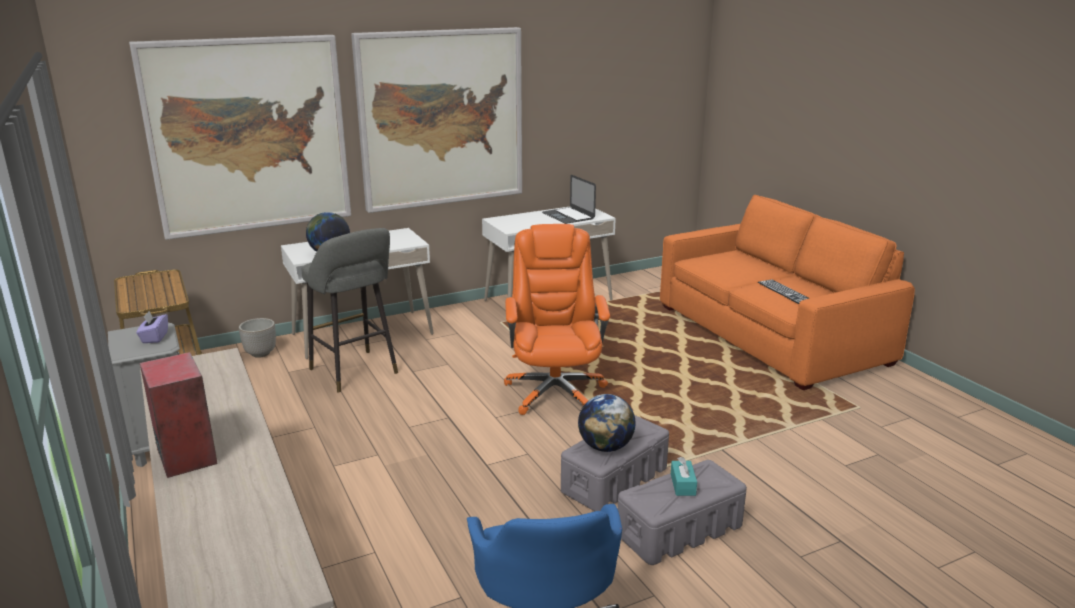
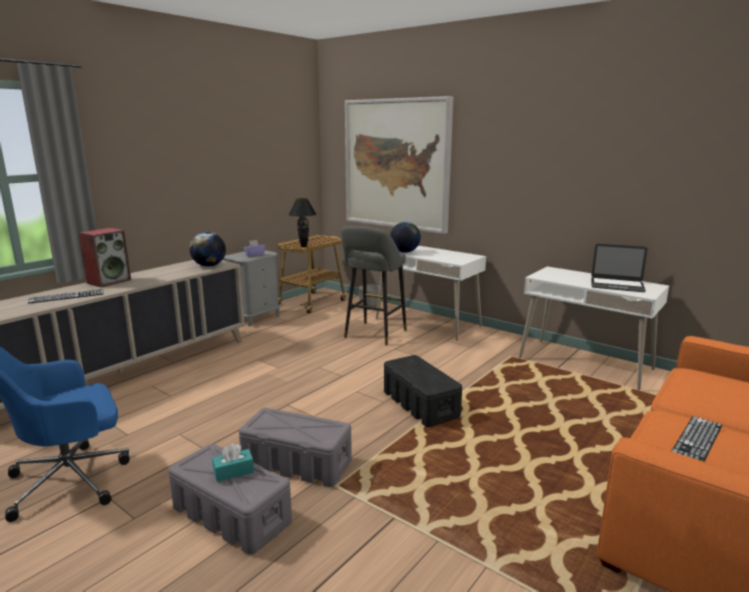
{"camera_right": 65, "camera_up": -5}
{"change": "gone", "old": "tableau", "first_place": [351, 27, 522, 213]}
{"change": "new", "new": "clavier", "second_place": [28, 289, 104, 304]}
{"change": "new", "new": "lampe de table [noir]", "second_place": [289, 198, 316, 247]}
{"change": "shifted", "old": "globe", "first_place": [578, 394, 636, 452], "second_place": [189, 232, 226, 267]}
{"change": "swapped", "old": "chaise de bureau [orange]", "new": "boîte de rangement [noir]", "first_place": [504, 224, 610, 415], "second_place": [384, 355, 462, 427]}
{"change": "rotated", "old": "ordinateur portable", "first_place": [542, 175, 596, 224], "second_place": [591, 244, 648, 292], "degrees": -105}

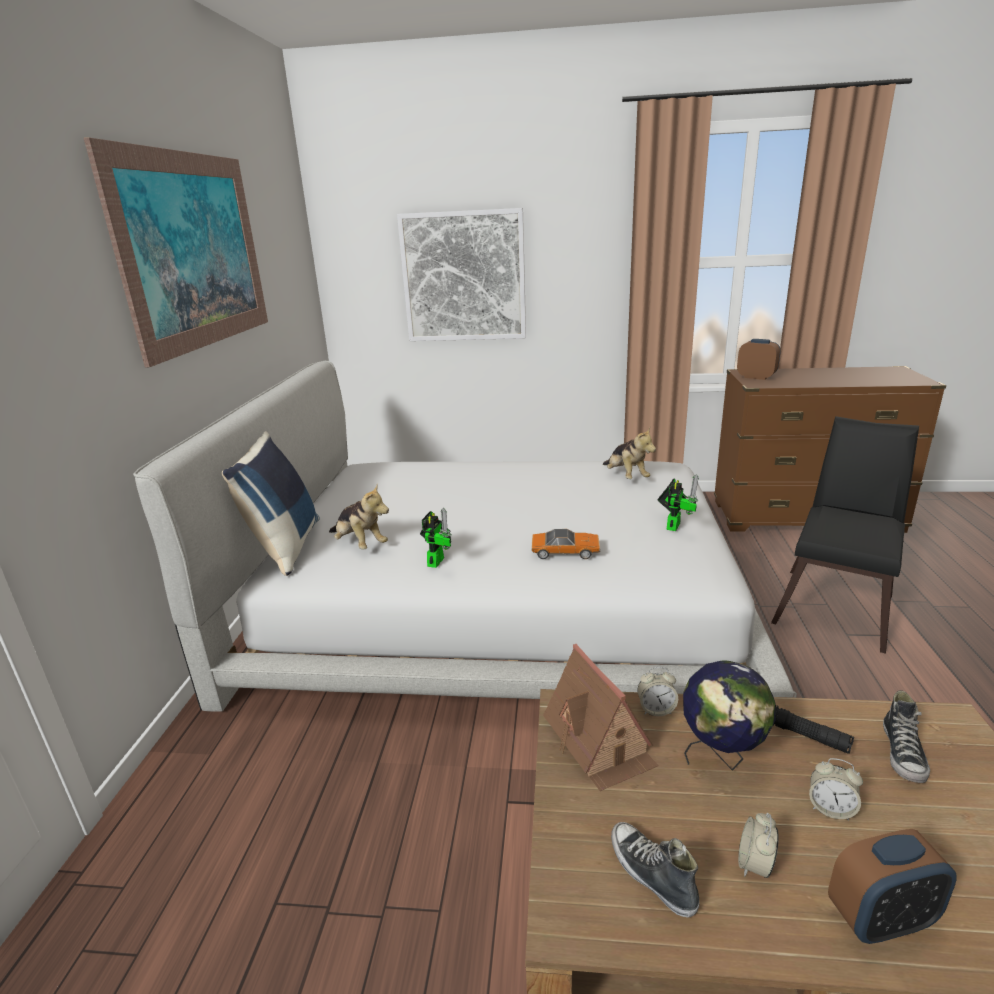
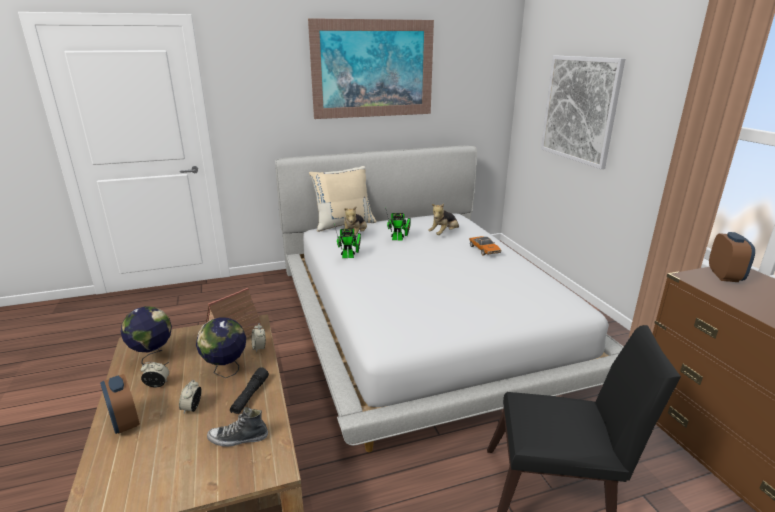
{"camera_right": 65, "camera_up": 0}
{"change": "shifted", "old": "petite voiture", "first_place": [532, 529, 600, 559], "second_place": [469, 236, 501, 256]}
{"change": "shifted", "old": "peluche", "first_place": [603, 428, 656, 479], "second_place": [428, 203, 459, 235]}
{"change": "shifted", "old": "robot jouet", "first_place": [657, 474, 699, 531], "second_place": [385, 207, 411, 241]}
{"change": "swapped", "old": "chaussure", "new": "globe", "first_place": [611, 822, 700, 918], "second_place": [121, 306, 172, 365]}
{"change": "repainted", "old": "coussin [bleu]", "new": "coussin [beige]", "first_place": [221, 431, 320, 576], "second_place": [309, 166, 377, 232]}

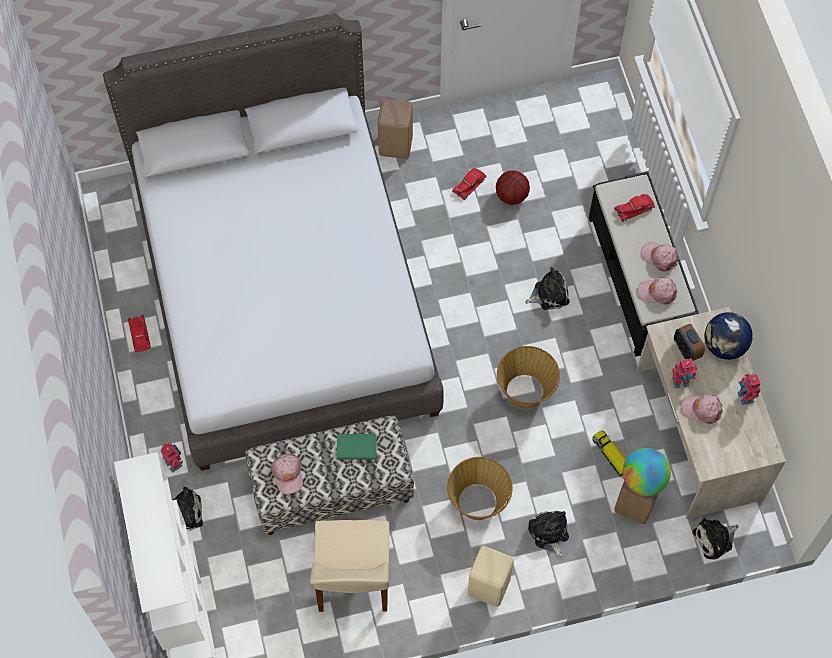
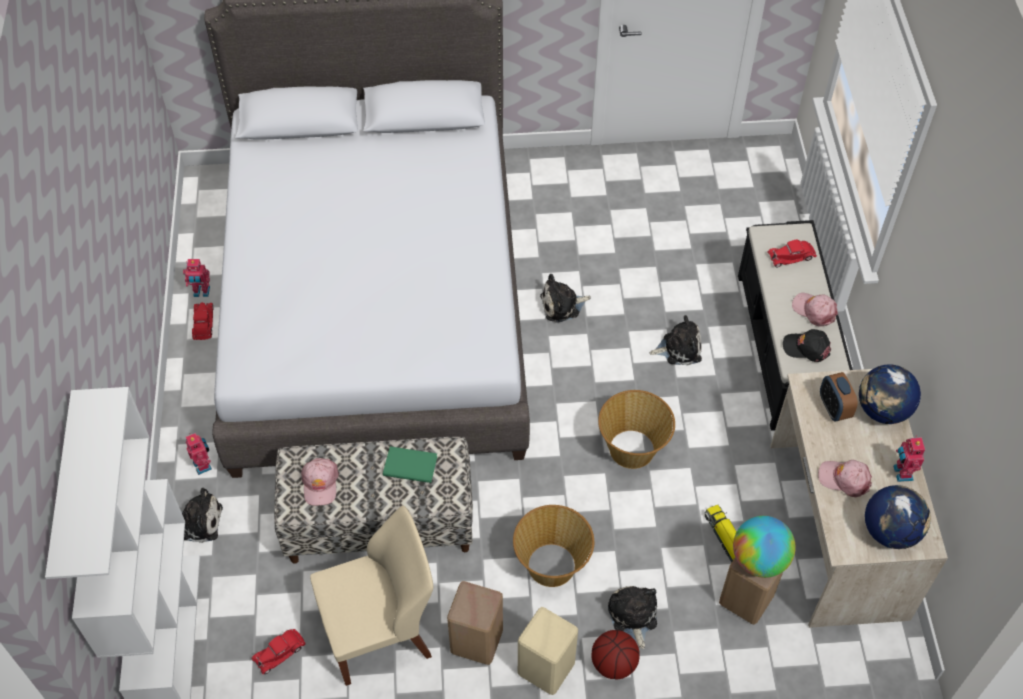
{"camera_right": 10, "camera_up": -10}
{"change": "new", "new": "globe", "second_place": [865, 485, 931, 549]}
{"change": "shifted", "old": "tabouret [beige]", "first_place": [378, 99, 413, 159], "second_place": [447, 581, 503, 665]}
{"change": "shifted", "old": "petite voiture [rouge]", "first_place": [452, 168, 486, 200], "second_place": [251, 629, 306, 674]}
{"change": "shifted", "old": "ballon de basket", "first_place": [496, 171, 530, 205], "second_place": [591, 630, 640, 679]}
{"change": "shifted", "old": "robot jouet", "first_place": [672, 358, 697, 388], "second_place": [183, 259, 210, 297]}
{"change": "shifted", "old": "peluche", "first_place": [693, 518, 738, 560], "second_place": [540, 274, 591, 323]}
{"change": "repainted", "old": "casquette [rose]", "new": "casquette [noir]", "first_place": [638, 277, 677, 305], "second_place": [783, 329, 831, 362]}
{"change": "rotated", "old": "chaise [beige]", "first_place": [310, 520, 389, 612], "second_place": [310, 506, 433, 686], "degrees": -120}

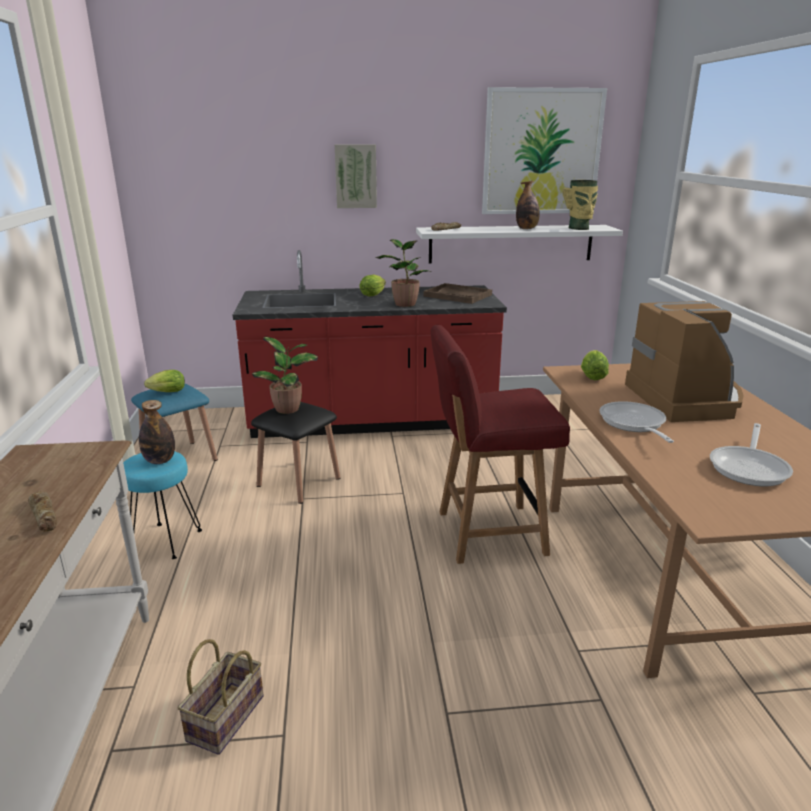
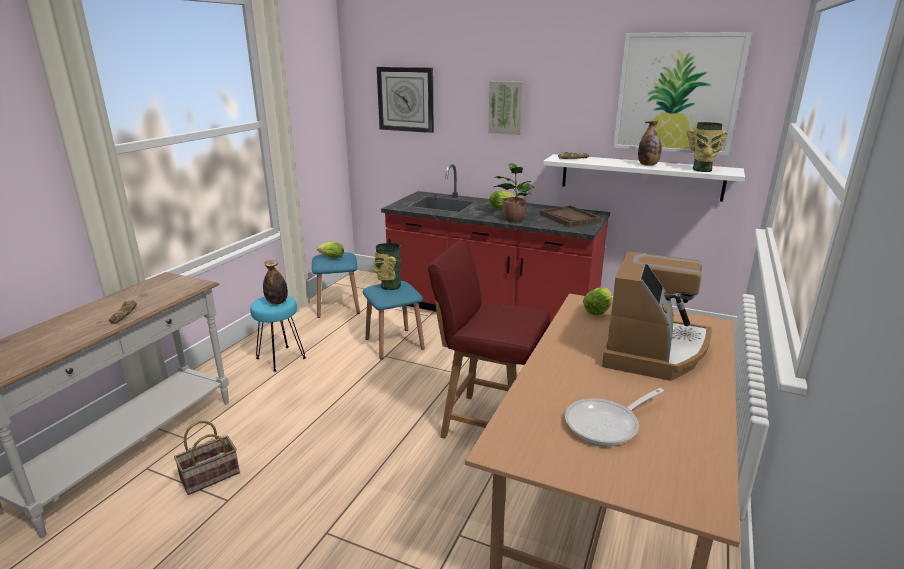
{"camera_right": 30, "camera_up": 0}
{"change": "gone", "old": "poêle", "first_place": [599, 401, 674, 443]}
{"change": "new", "new": "horloge murale", "second_place": [377, 67, 434, 133]}
{"change": "swapped", "old": "plante en pot", "new": "vase", "first_place": [252, 337, 318, 414], "second_place": [373, 243, 401, 290]}
{"change": "repainted", "old": "tabouret [noir]", "new": "tabouret [bleu]", "first_place": [251, 402, 340, 504], "second_place": [363, 281, 425, 359]}

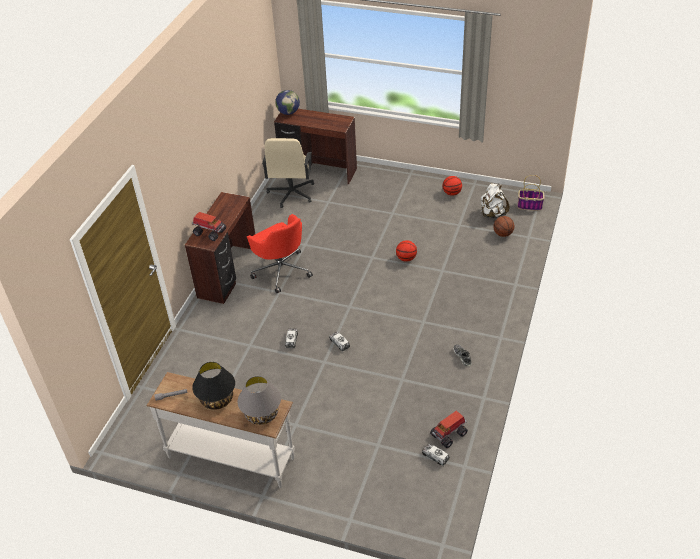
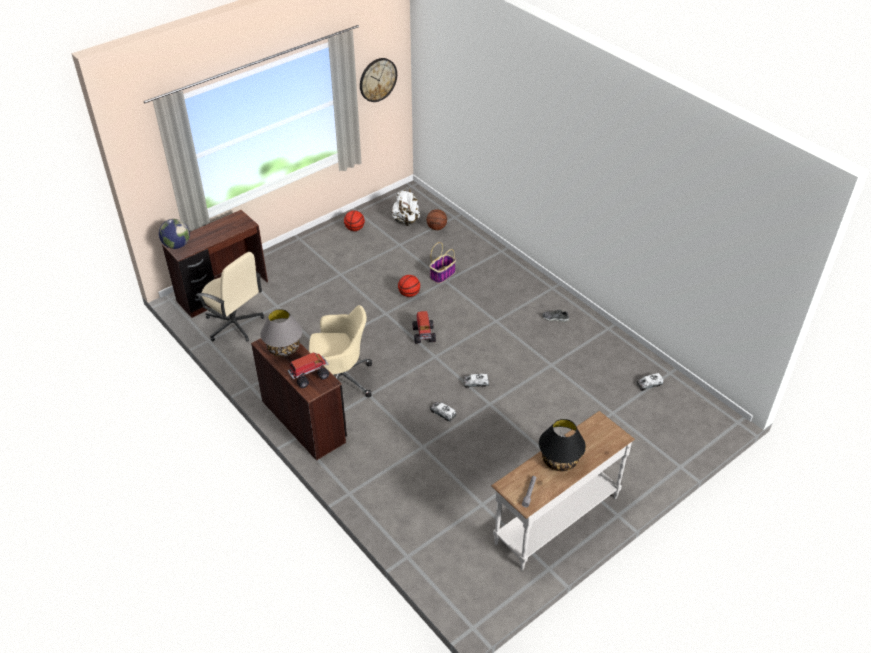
{"camera_right": -60, "camera_up": 0}
{"change": "new", "new": "horloge murale", "second_place": [360, 58, 397, 102]}
{"change": "shifted", "old": "lampe de table [gris]", "first_place": [238, 376, 281, 425], "second_place": [261, 309, 302, 357]}
{"change": "shifted", "old": "camion jouet", "first_place": [430, 411, 468, 448], "second_place": [412, 311, 436, 344]}
{"change": "shifted", "old": "panier", "first_place": [518, 175, 545, 211], "second_place": [429, 242, 456, 284]}
{"change": "repainted", "old": "chaise de bureau [rouge]", "new": "chaise de bureau [beige]", "first_place": [247, 214, 313, 293], "second_place": [309, 305, 372, 398]}

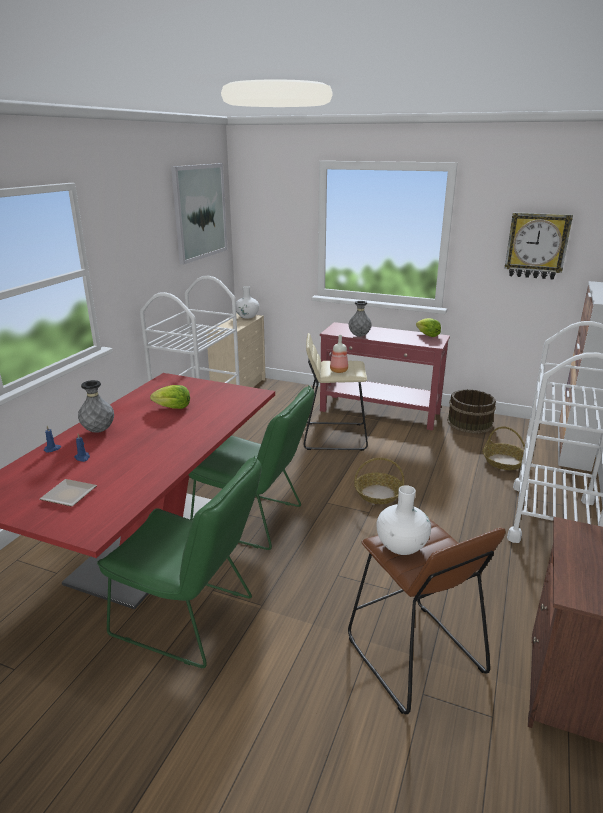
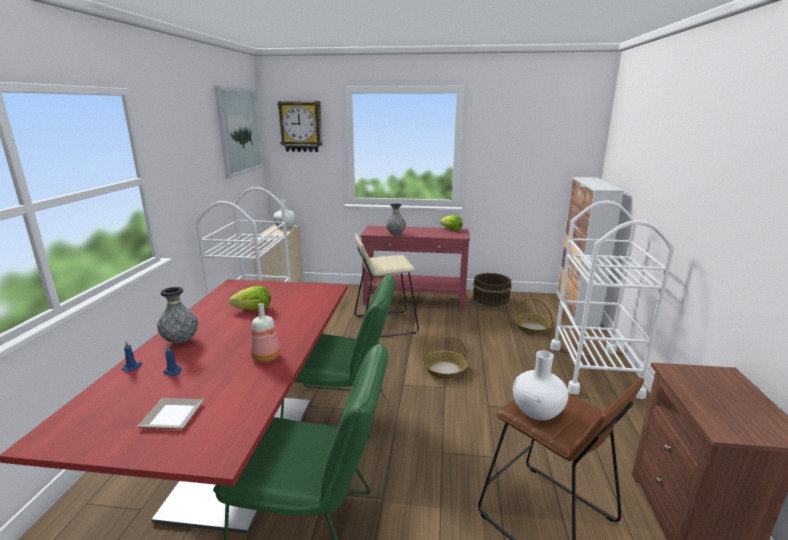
{"camera_right": -15, "camera_up": -5}
{"change": "shifted", "old": "bouteille", "first_place": [330, 335, 348, 373], "second_place": [251, 303, 280, 362]}
{"change": "shifted", "old": "horloge murale", "first_place": [505, 212, 573, 280], "second_place": [277, 101, 323, 152]}

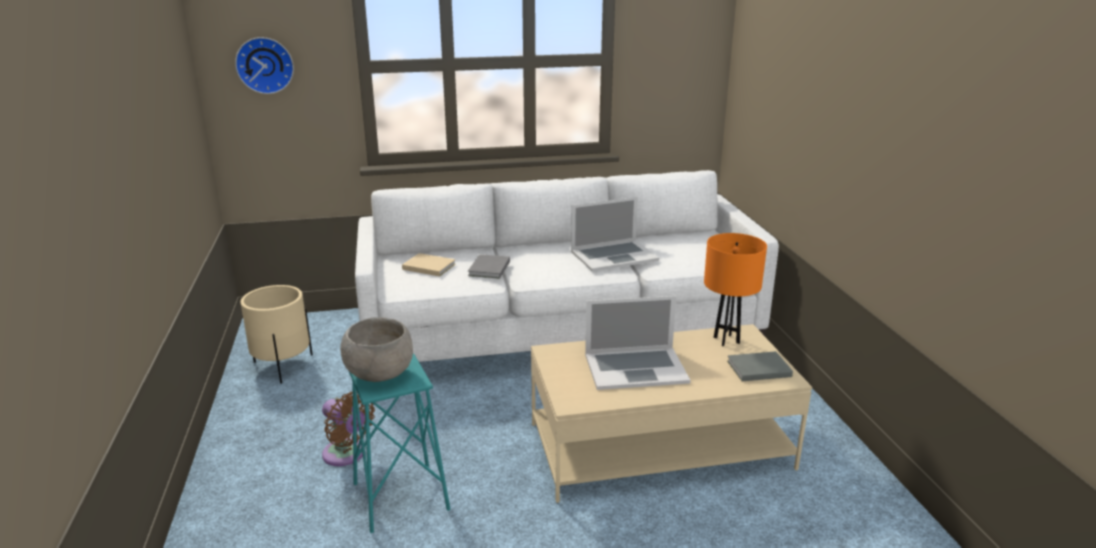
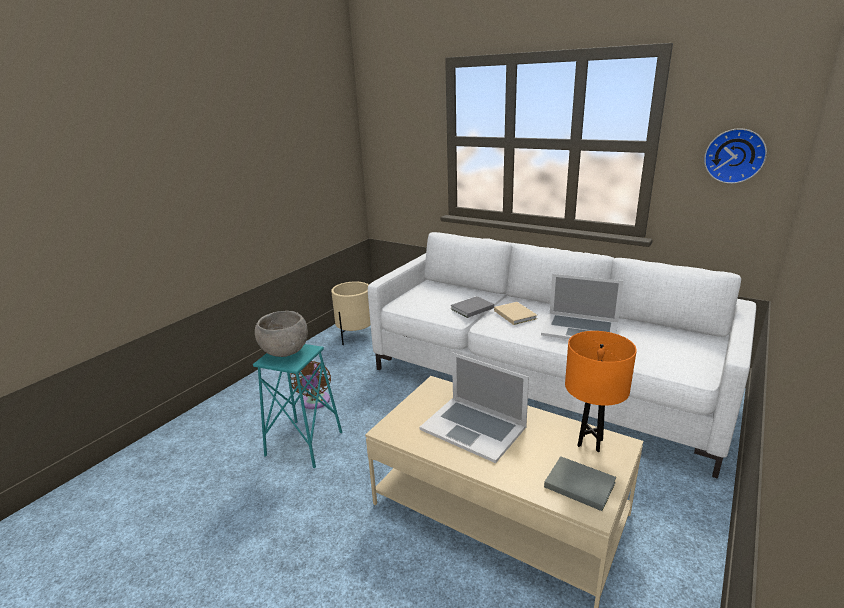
{"camera_right": 45, "camera_up": 0}
{"change": "shifted", "old": "horloge murale", "first_place": [235, 37, 294, 94], "second_place": [704, 128, 767, 184]}
{"change": "shifted", "old": "livre [beige]", "first_place": [402, 253, 456, 276], "second_place": [494, 302, 537, 325]}

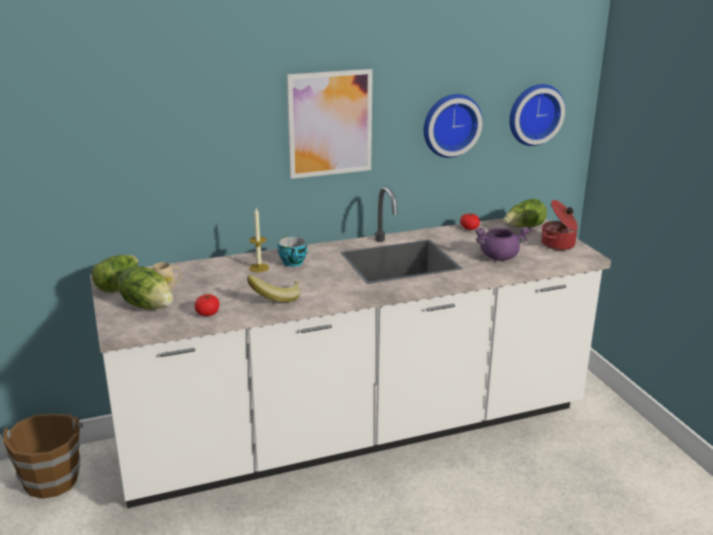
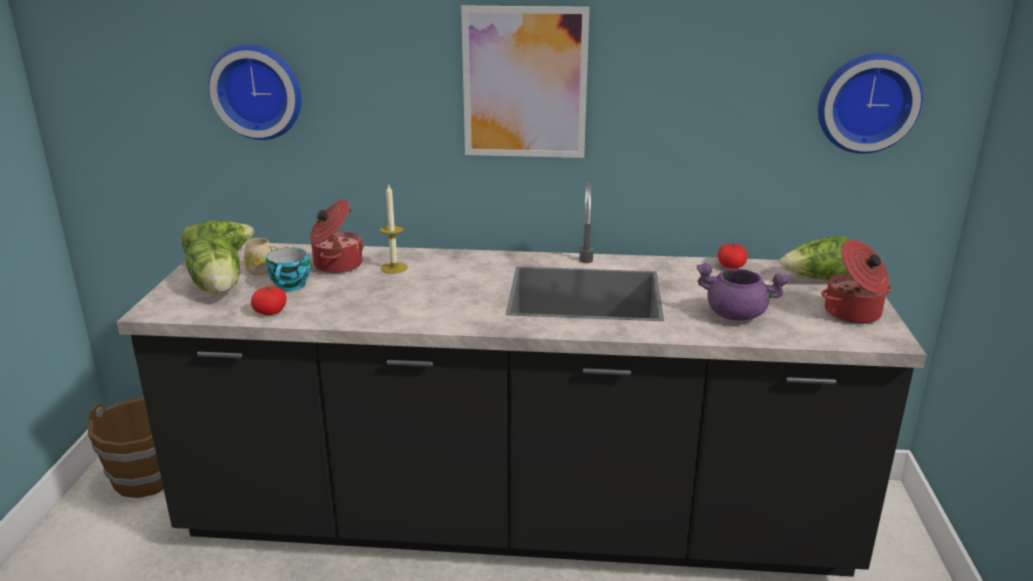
{"camera_right": 25, "camera_up": 0}
{"change": "gone", "old": "banane", "first_place": [247, 275, 300, 302]}
{"change": "new", "new": "marmite", "second_place": [310, 199, 364, 273]}
{"change": "shifted", "old": "tasse", "first_place": [278, 236, 307, 267], "second_place": [266, 247, 311, 291]}
{"change": "shifted", "old": "horloge murale", "first_place": [424, 94, 483, 158], "second_place": [209, 45, 302, 140]}
{"change": "repainted", "old": "comptoir de cuisine [blanc]", "new": "comptoir de cuisine [noir]", "first_place": [90, 186, 611, 508], "second_place": [117, 182, 927, 577]}

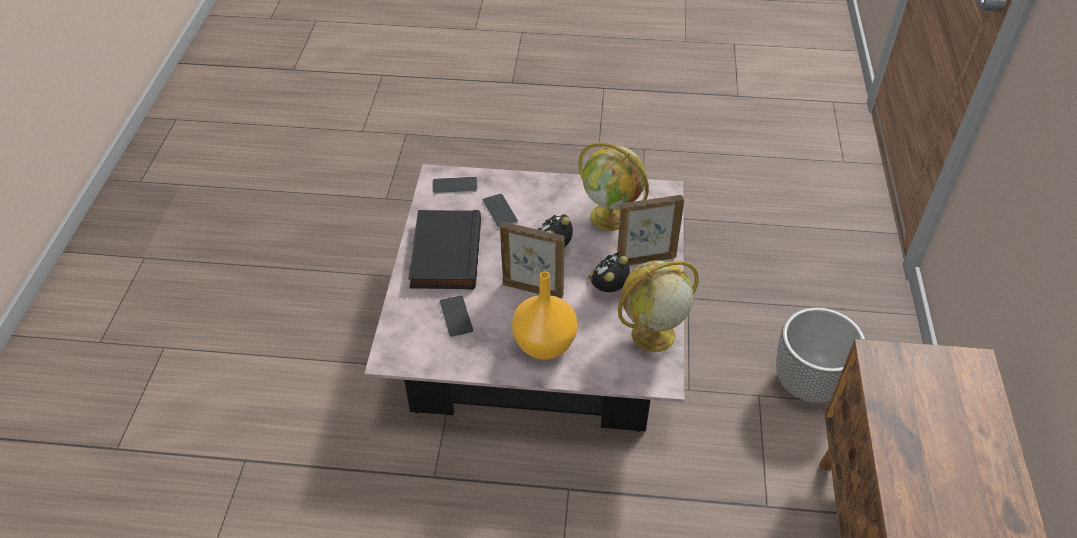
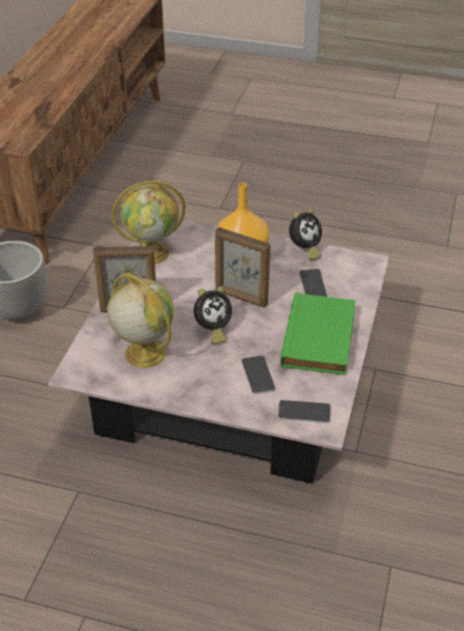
{"camera_right": -170, "camera_up": -5}
{"change": "shifted", "old": "réveil", "first_place": [588, 253, 630, 292], "second_place": [289, 209, 322, 260]}
{"change": "repainted", "old": "livre [noir]", "new": "livre [vert]", "first_place": [408, 210, 481, 289], "second_place": [280, 292, 356, 375]}

